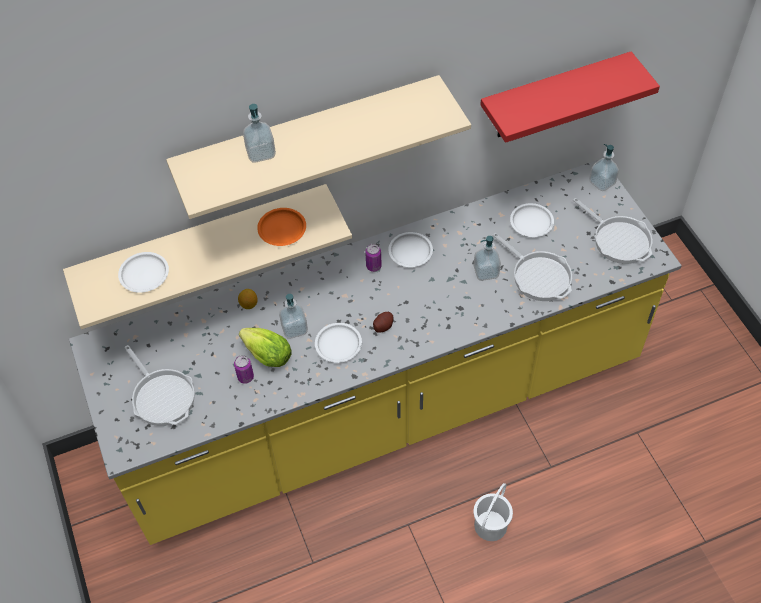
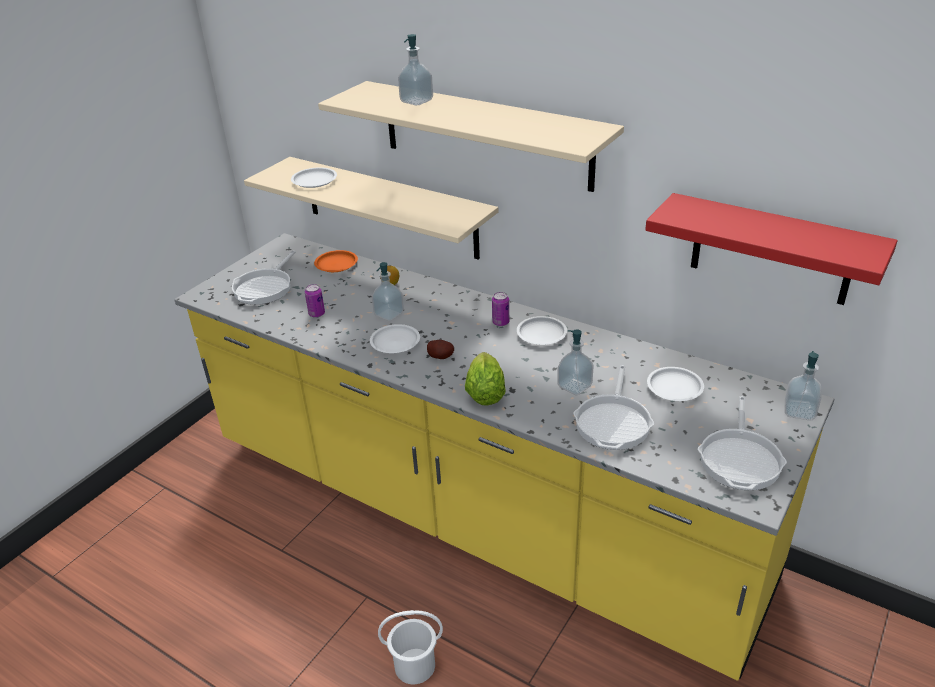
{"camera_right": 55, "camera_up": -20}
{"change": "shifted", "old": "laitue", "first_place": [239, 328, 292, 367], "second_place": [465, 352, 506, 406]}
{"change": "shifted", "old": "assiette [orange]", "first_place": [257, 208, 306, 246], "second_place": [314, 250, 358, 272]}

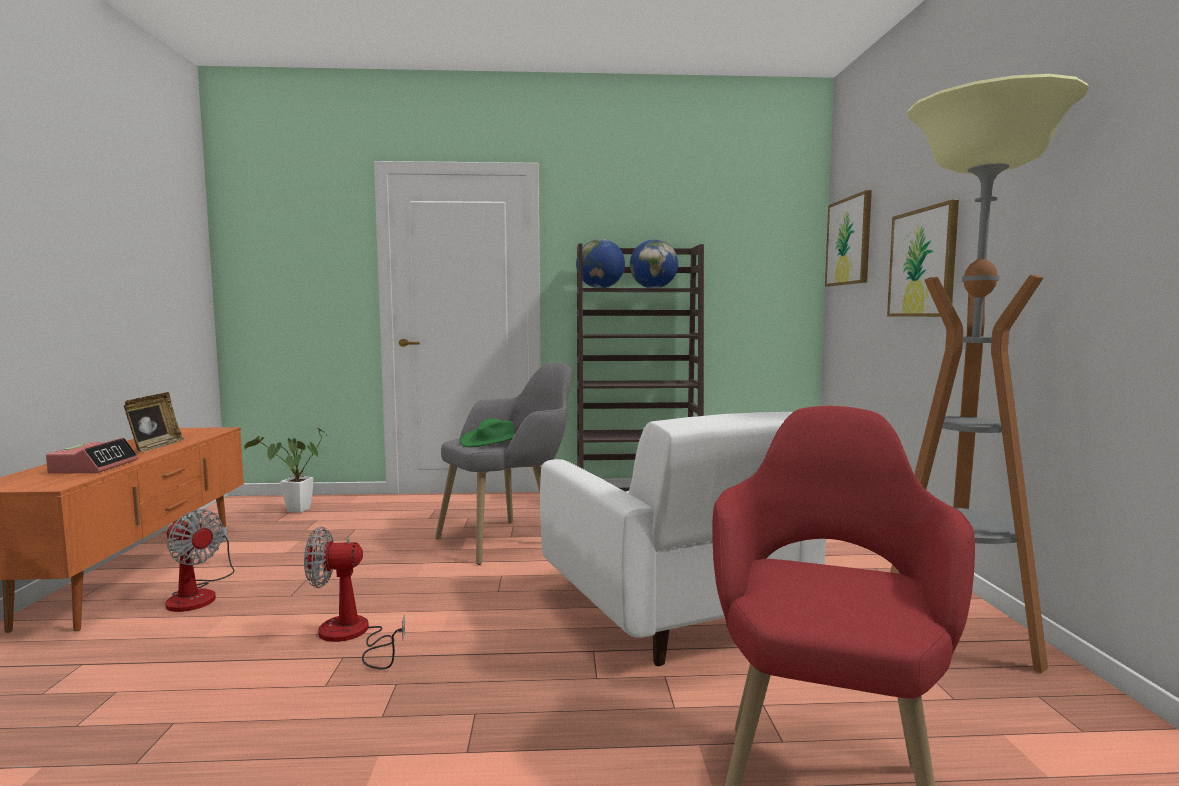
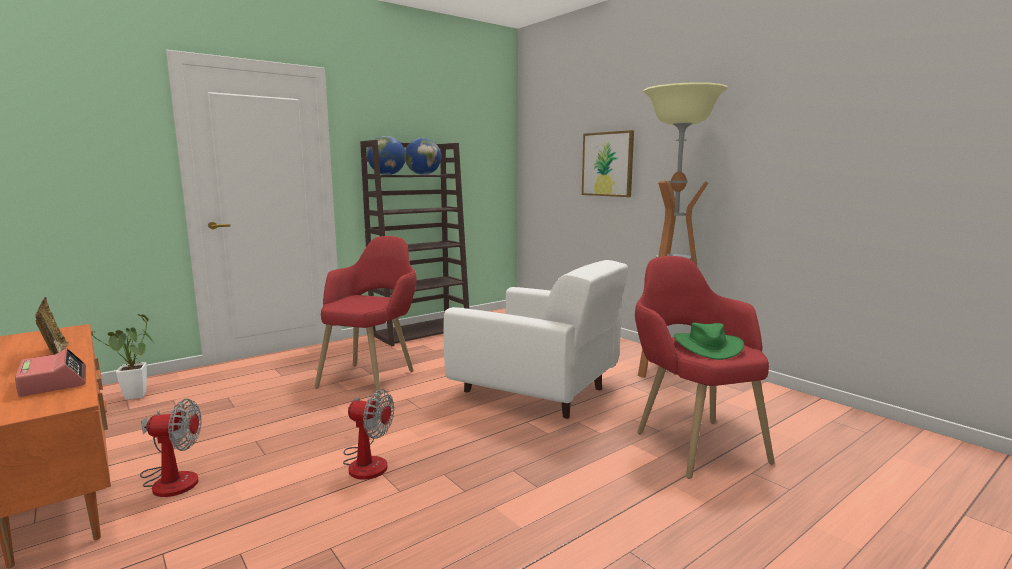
{"camera_right": -35, "camera_up": 5}
{"change": "gone", "old": "tableau", "first_place": [825, 190, 872, 286]}
{"change": "shifted", "old": "chapeau [vert]", "first_place": [459, 418, 515, 447], "second_place": [674, 323, 744, 360]}
{"change": "repainted", "old": "fauteuil [gris]", "new": "fauteuil [rouge]", "first_place": [435, 362, 572, 565], "second_place": [315, 236, 417, 394]}
{"change": "rotated", "old": "ventilateur", "first_place": [304, 527, 405, 669], "second_place": [343, 389, 394, 480], "degrees": -120}

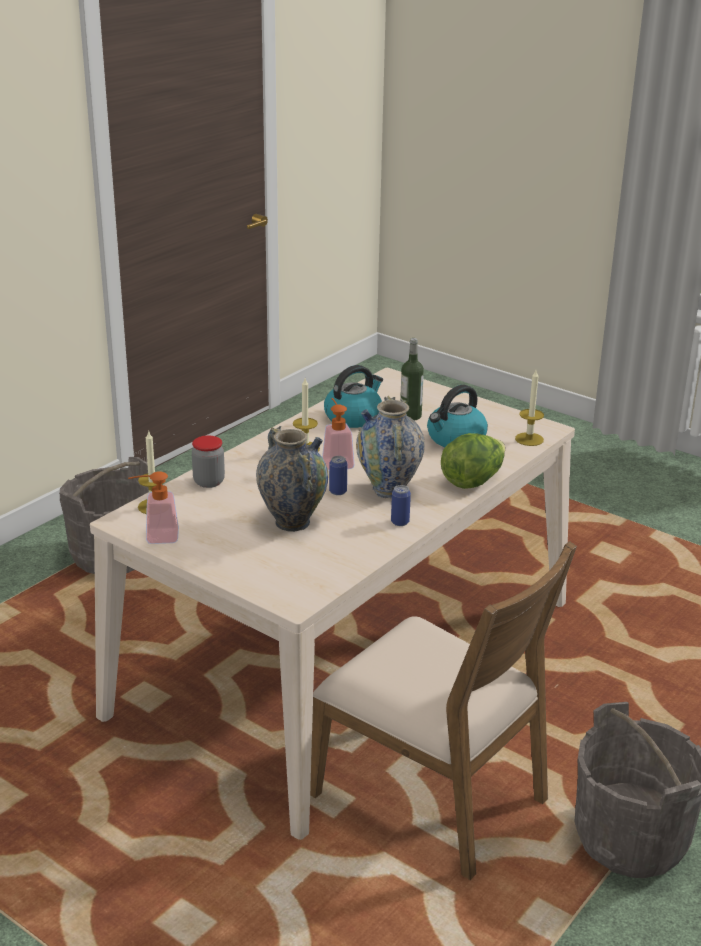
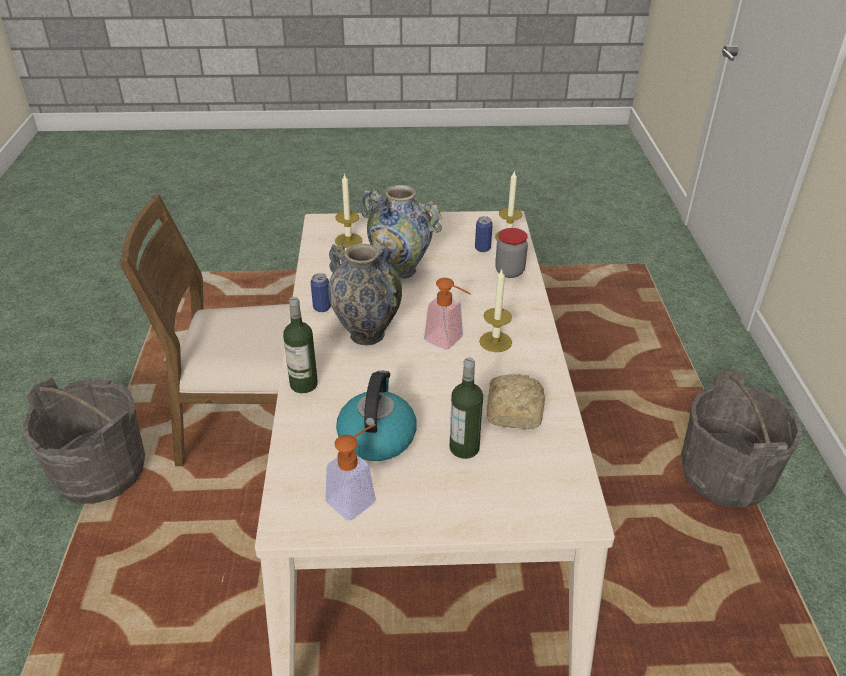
{"camera_right": 140, "camera_up": 10}
{"change": "shifted", "old": "distributeur de savon", "first_place": [128, 471, 179, 544], "second_place": [325, 424, 376, 521]}
{"change": "shifted", "old": "boîte métallique", "first_place": [329, 456, 347, 495], "second_place": [475, 216, 493, 252]}
{"change": "shifted", "old": "bougie", "first_place": [515, 370, 544, 446], "second_place": [335, 173, 362, 248]}
{"change": "swapped", "old": "bouilloire", "new": "pain", "first_place": [324, 365, 383, 428], "second_place": [487, 374, 545, 429]}
{"change": "swapped", "old": "laitue", "new": "bouteille", "first_place": [441, 433, 505, 489], "second_place": [283, 297, 318, 393]}

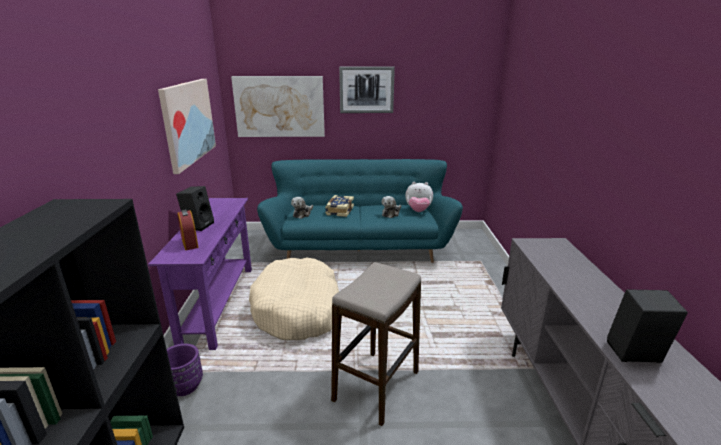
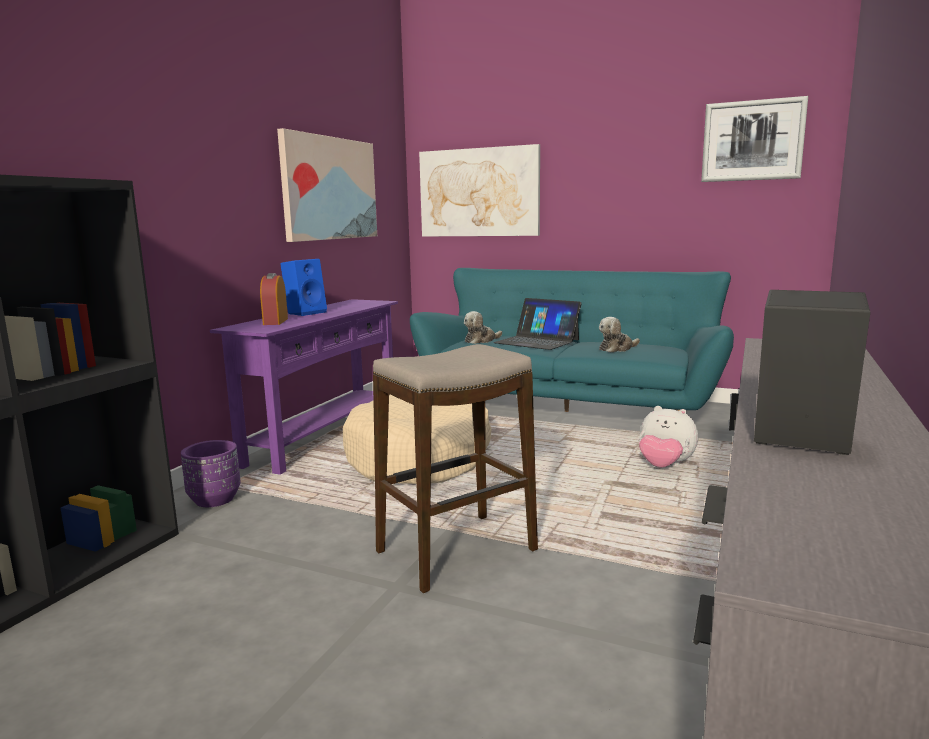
{"camera_right": 25, "camera_up": -10}
{"change": "shifted", "old": "tableau", "first_place": [339, 66, 395, 113], "second_place": [701, 96, 808, 182]}
{"change": "shifted", "old": "peluche", "first_place": [405, 182, 433, 212], "second_place": [639, 406, 698, 468]}
{"change": "swapped", "old": "livre", "new": "ordinateur portable", "first_place": [325, 195, 354, 217], "second_place": [493, 298, 582, 350]}
{"change": "repainted", "old": "enceinte [noir]", "new": "enceinte [bleu]", "first_place": [176, 186, 214, 231], "second_place": [280, 259, 327, 316]}

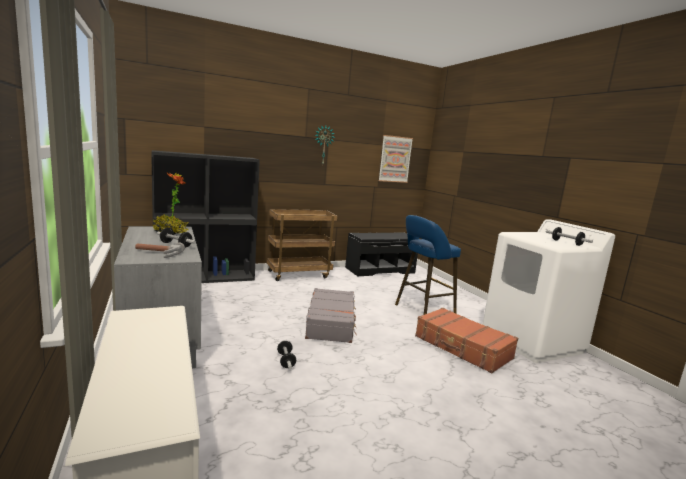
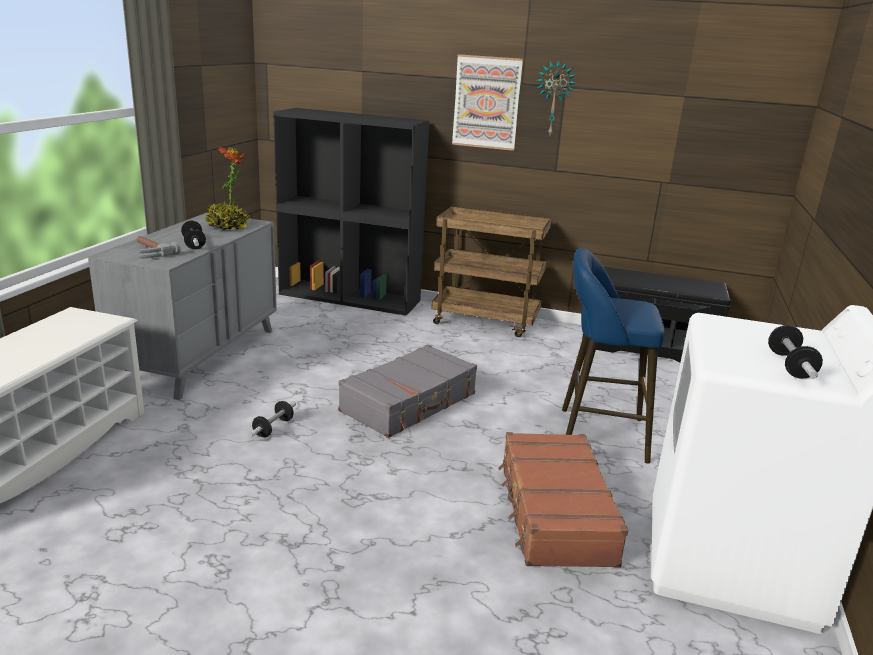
{"camera_right": 40, "camera_up": 10}
{"change": "shifted", "old": "tableau", "first_place": [378, 135, 413, 183], "second_place": [452, 54, 523, 151]}

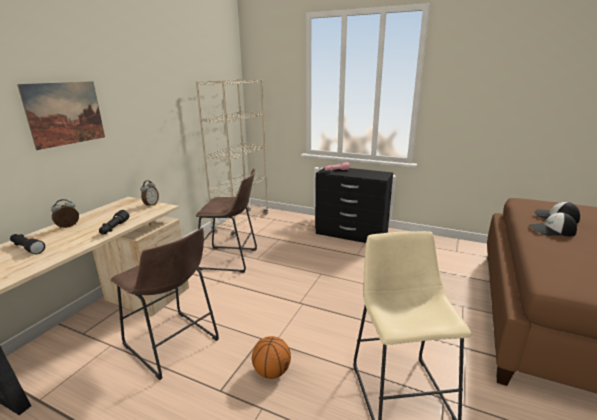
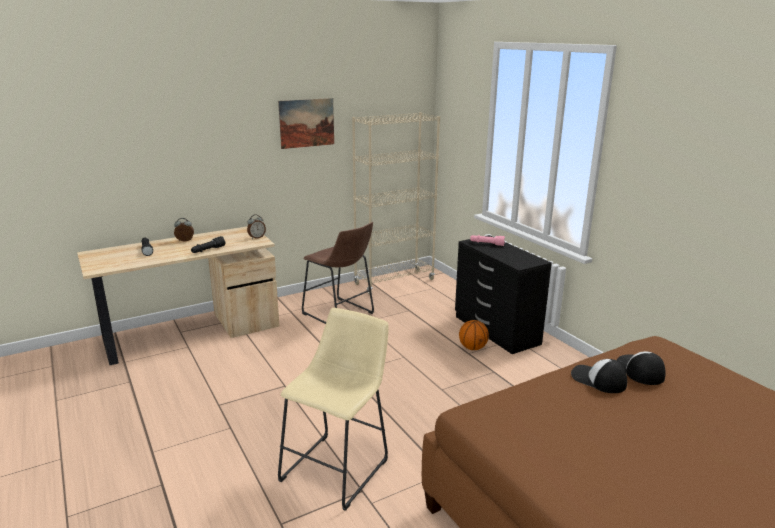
{"camera_right": 35, "camera_up": 0}
{"change": "gone", "old": "tabouret [marron]", "first_place": [111, 228, 219, 380]}
{"change": "shifted", "old": "tableau", "first_place": [17, 81, 105, 150], "second_place": [278, 98, 334, 149]}
{"change": "shifted", "old": "ballon de basket", "first_place": [252, 336, 291, 379], "second_place": [459, 320, 489, 350]}

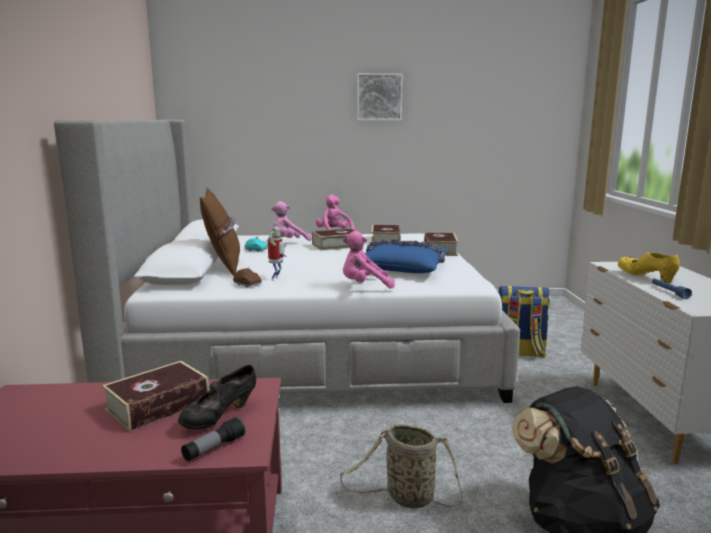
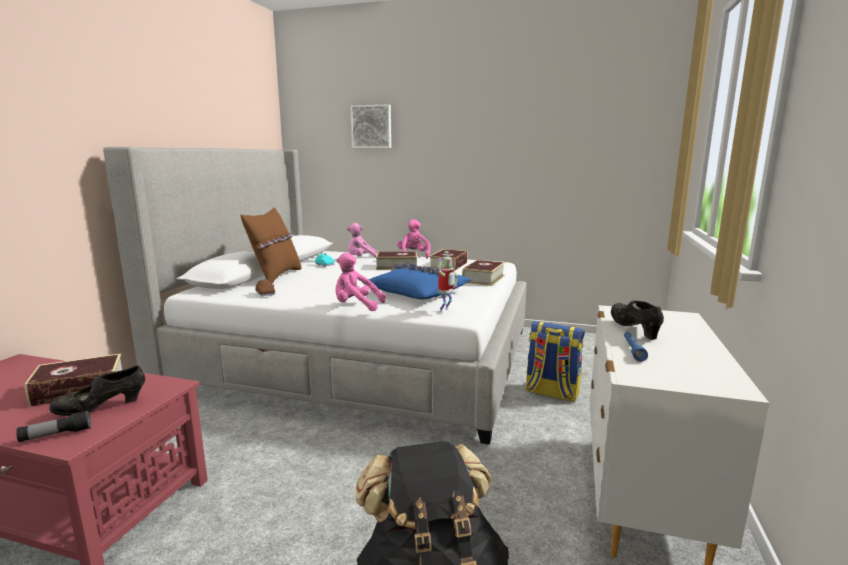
{"camera_right": 20, "camera_up": 0}
{"change": "gone", "old": "panier", "first_place": [340, 424, 462, 508]}
{"change": "shifted", "old": "robot jouet", "first_place": [268, 222, 286, 281], "second_place": [437, 251, 458, 312]}
{"change": "shifted", "old": "tableau", "first_place": [357, 73, 403, 121], "second_place": [350, 104, 391, 148]}
{"change": "repainted", "old": "chaussure [jaune]", "new": "chaussure [noir]", "first_place": [618, 252, 680, 283], "second_place": [611, 301, 664, 340]}

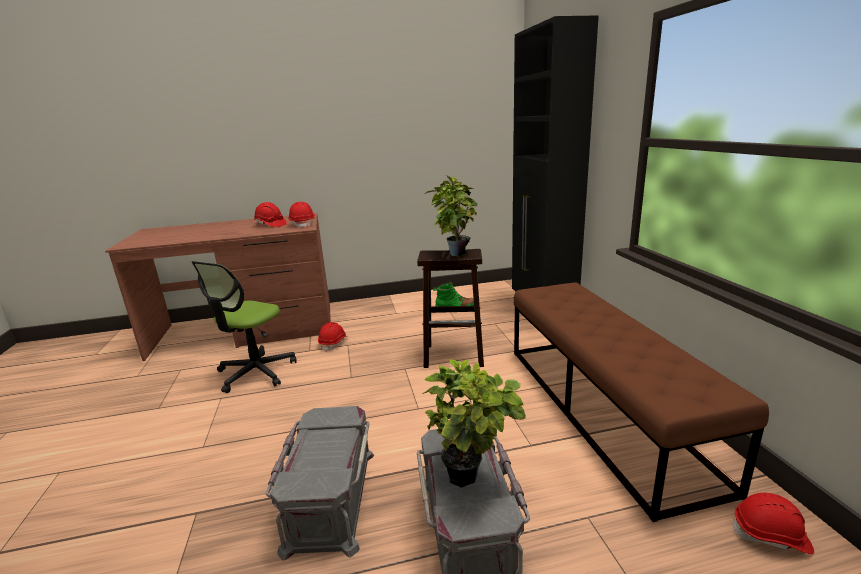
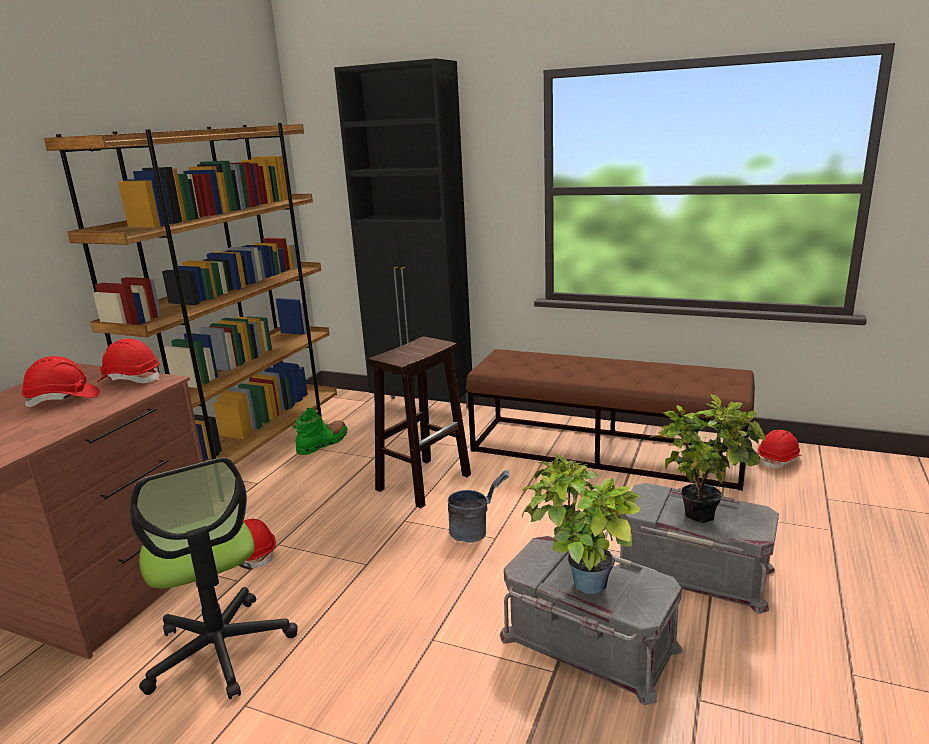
{"camera_right": -55, "camera_up": 0}
{"change": "new", "new": "bibliothèque [marron]", "second_place": [44, 123, 337, 465]}
{"change": "new", "new": "seau [gris]", "second_place": [448, 470, 509, 543]}
{"change": "shifted", "old": "plante en pot", "first_place": [424, 175, 477, 256], "second_place": [522, 454, 643, 594]}

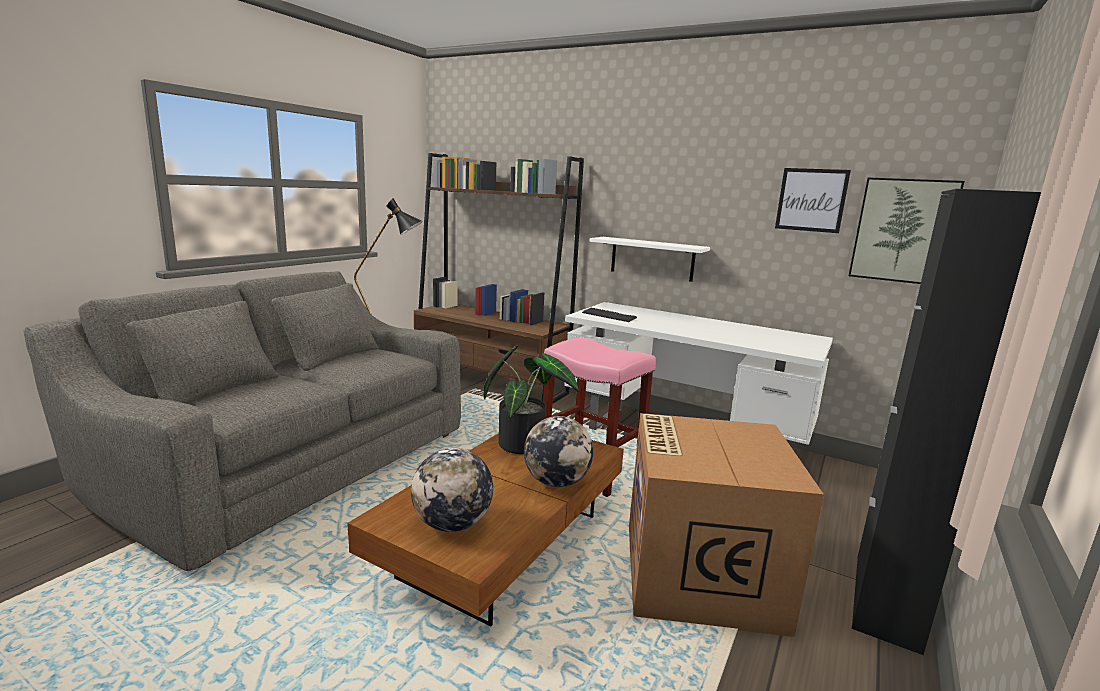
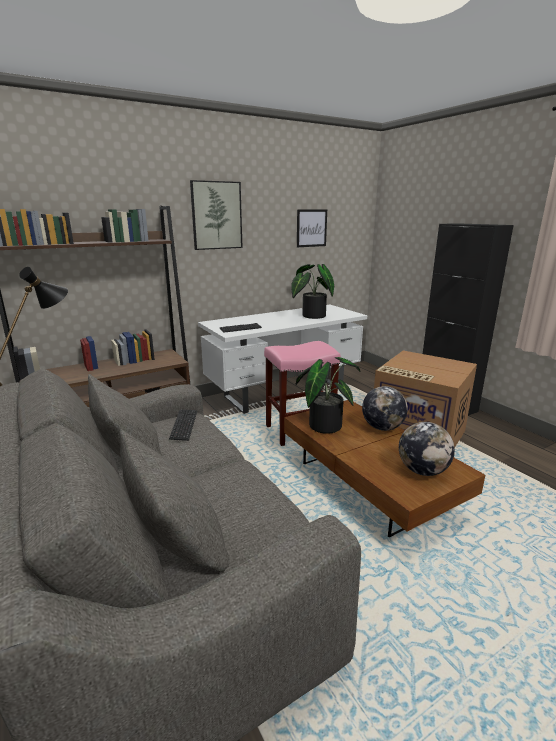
{"camera_right": -60, "camera_up": 5}
{"change": "gone", "old": "étagère [blanc]", "first_place": [589, 237, 710, 282]}
{"change": "new", "new": "clavier", "second_place": [169, 409, 197, 441]}
{"change": "new", "new": "plante en pot", "second_place": [291, 264, 334, 319]}
{"change": "shifted", "old": "tableau", "first_place": [849, 178, 965, 284], "second_place": [190, 180, 243, 250]}

